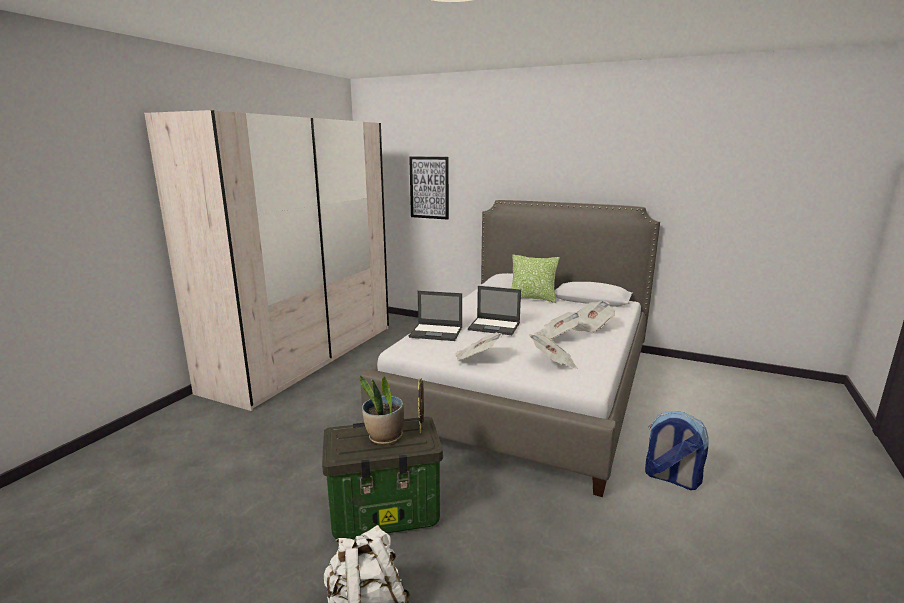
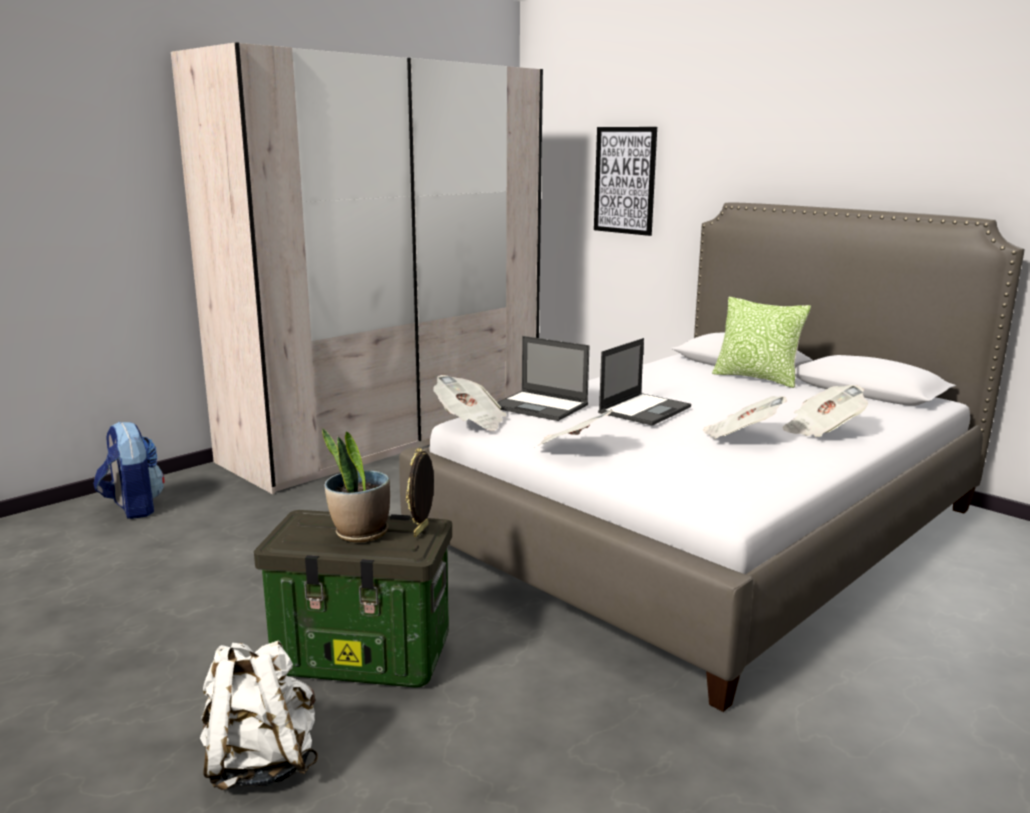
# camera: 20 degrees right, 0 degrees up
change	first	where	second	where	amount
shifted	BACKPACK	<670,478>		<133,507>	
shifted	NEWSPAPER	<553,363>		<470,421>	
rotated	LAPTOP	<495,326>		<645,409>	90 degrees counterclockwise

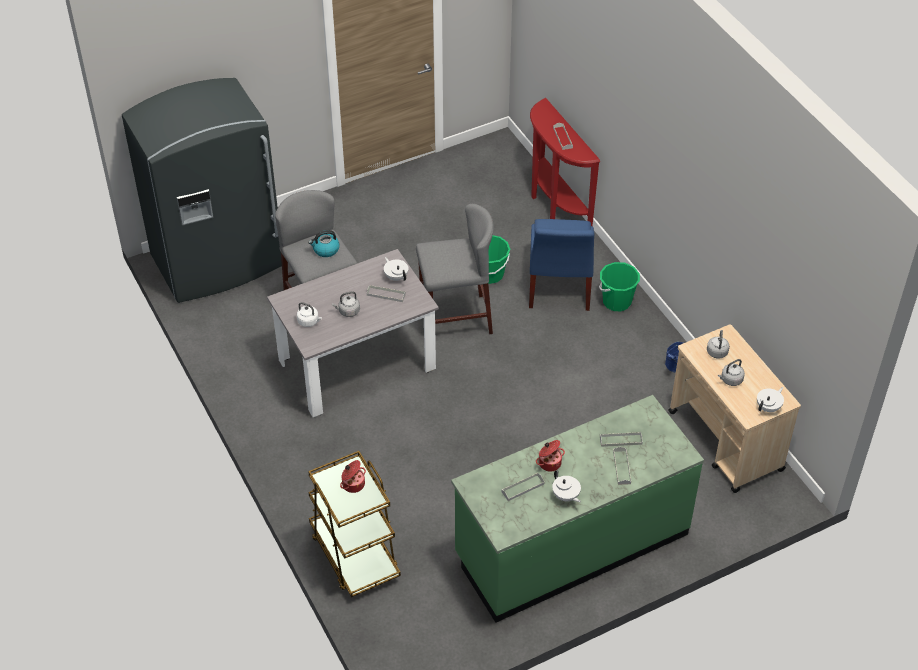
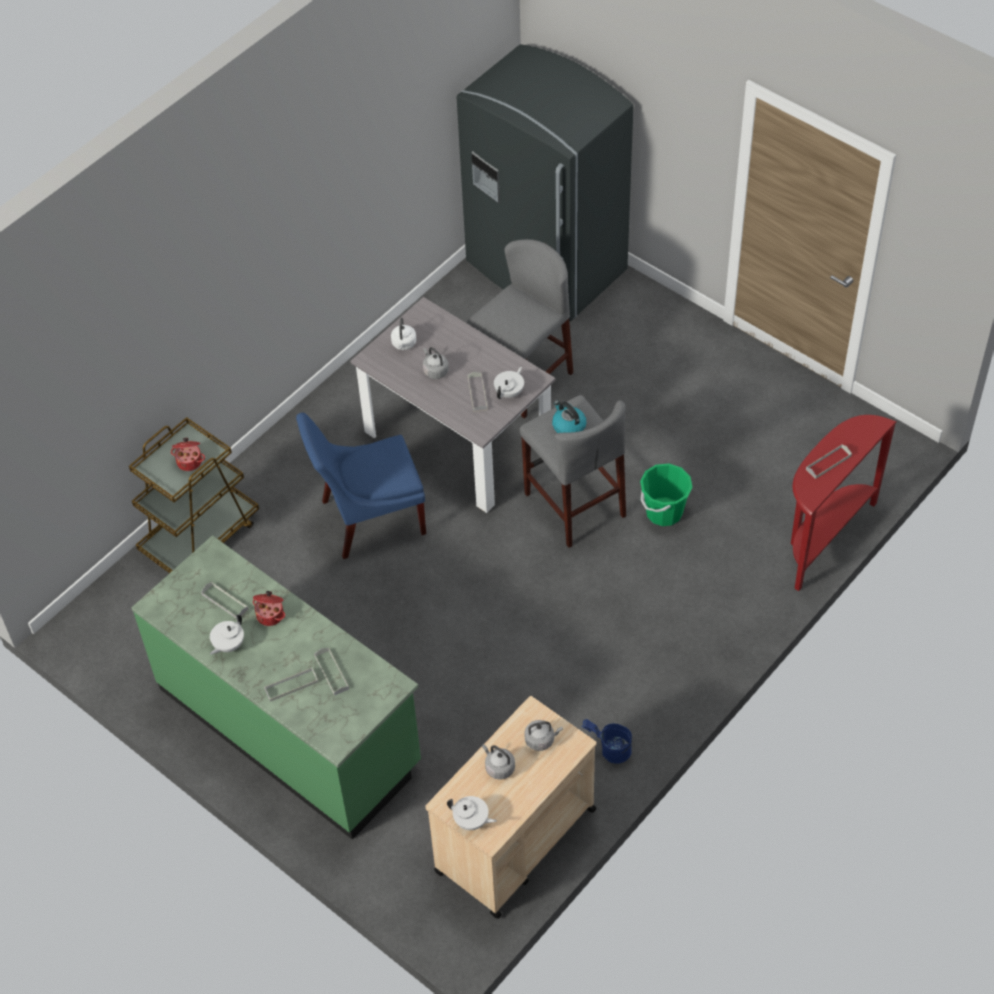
# camera: 70 degrees right, 5 degrees up
change	first	where	second	where	amount
shifted	BLUE CHAIR	<558,288>		<368,518>	
shifted	KETTLE	<325,250>		<568,426>	
gone	GREEN BUCKET	<616,301>			

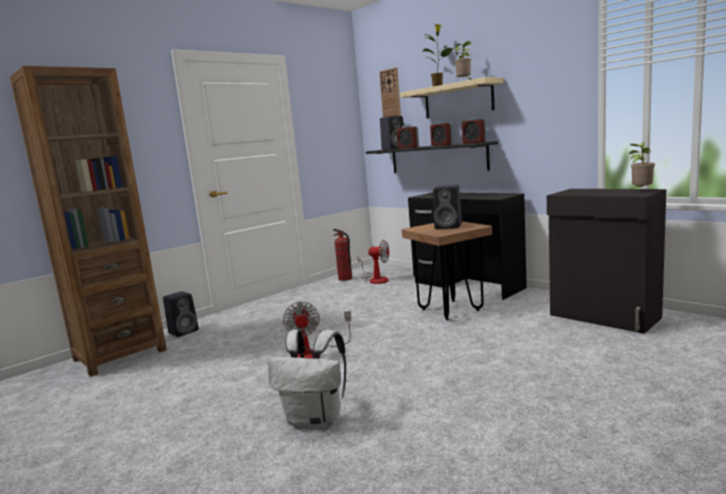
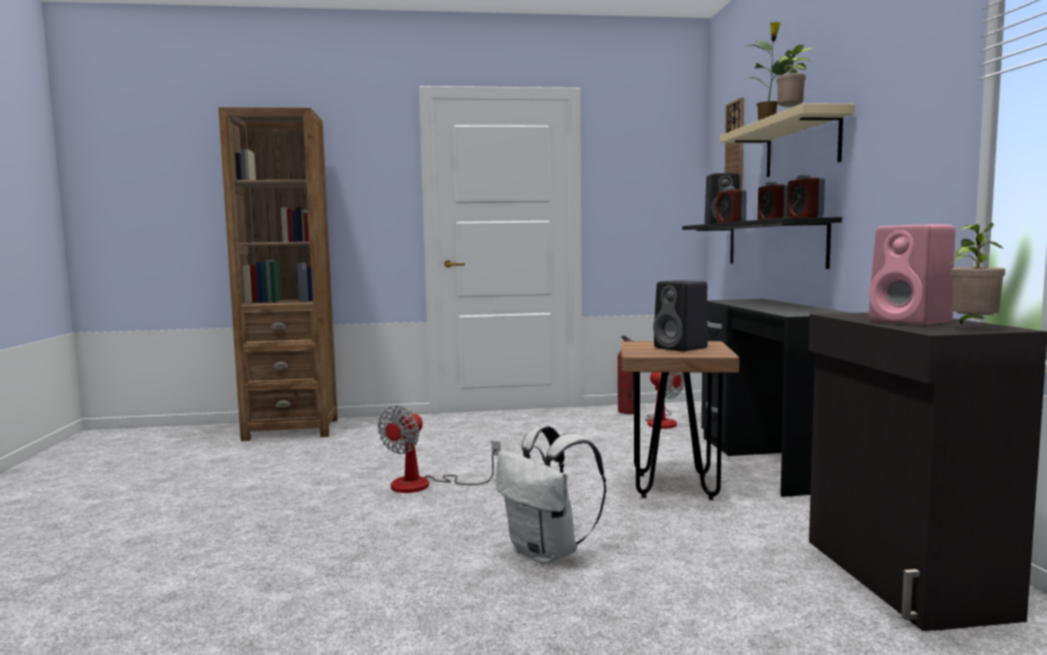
# camera: 35 degrees right, 5 degrees down
change	first	where	second	where	amount
shifted	WHITE BACKPACK	<316,421>		<547,553>	
new			PINK SPEAKER	<912,321>	
gone	BLACK SPEAKER	<184,331>			

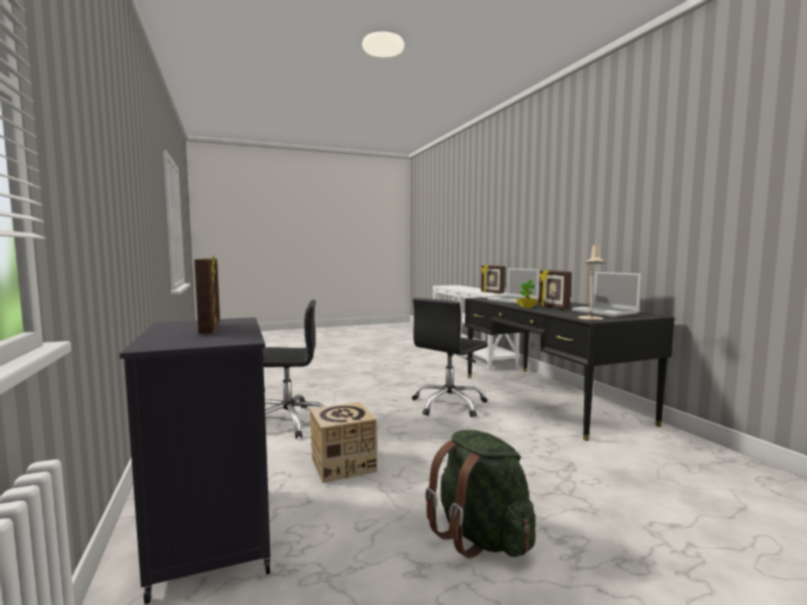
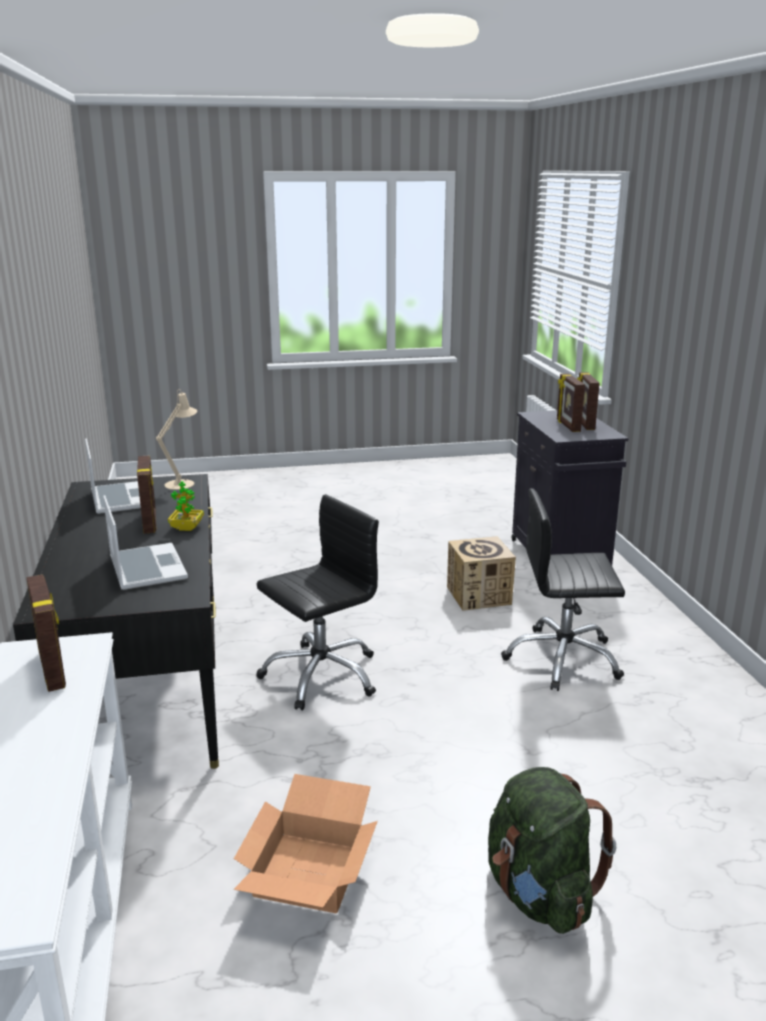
# camera: 170 degrees left, 15 degrees up
change	first	where	second	where	amount
new			CARDBOARD BOX	<307,870>	
shifted	GREEN BACKPACK	<480,537>		<539,894>	
new			PICTURE FRAME	<584,424>	

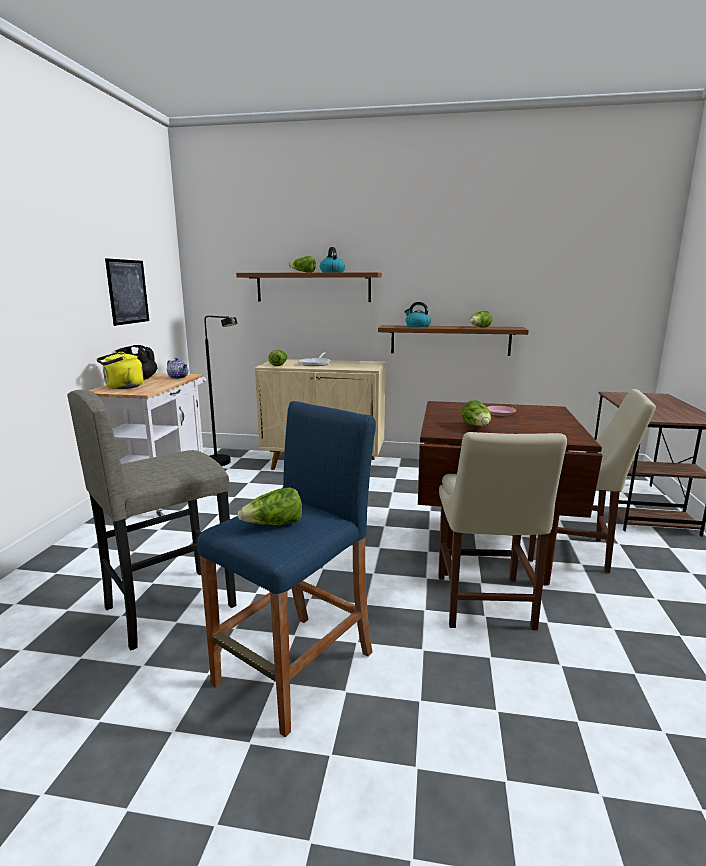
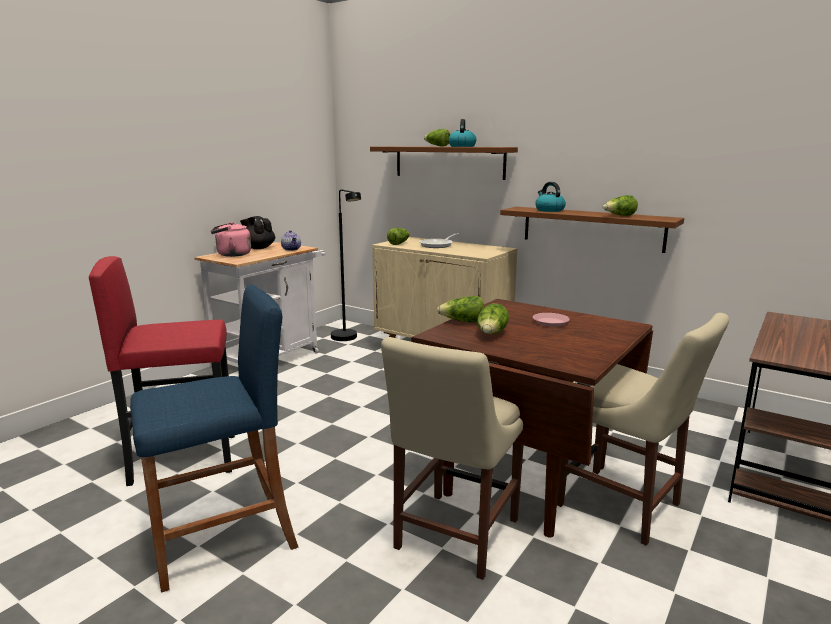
# camera: 25 degrees right, 0 degrees up
change	first	where	second	where	amount
repainted	GREY STOOL	<169,606>	RED STOOL	<184,458>	
repainted	YELLOW KETTLE	<122,387>	PINK KETTLE	<231,255>	
shifted	LETTUCE	<274,525>		<462,322>	
gone	PICTURE	<128,292>			

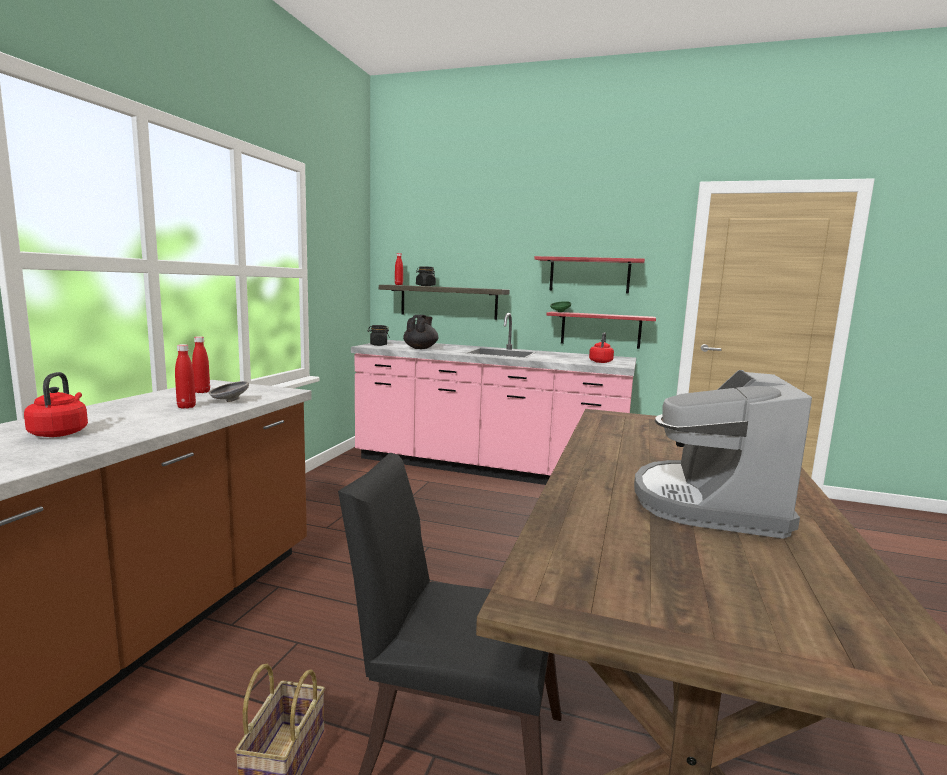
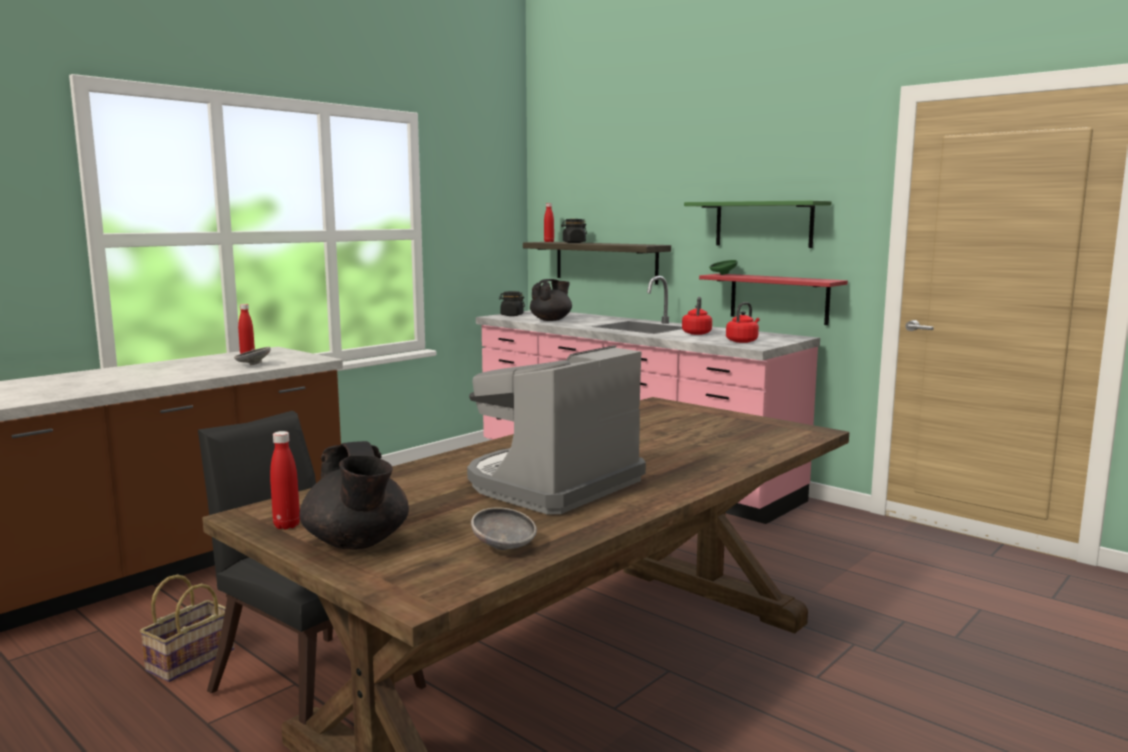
# camera: 25 degrees right, 0 degrees up
change	first	where	second	where	amount
shifted	RED BOTTLE	<186,407>		<287,525>	
new			BLACK TEAPOT	<357,543>	
new			GREY BOWL	<504,548>	
shifted	RED KETTLE	<60,433>		<697,333>	
repainted	RED SHELF	<589,275>	GREEN SHELF	<763,224>	

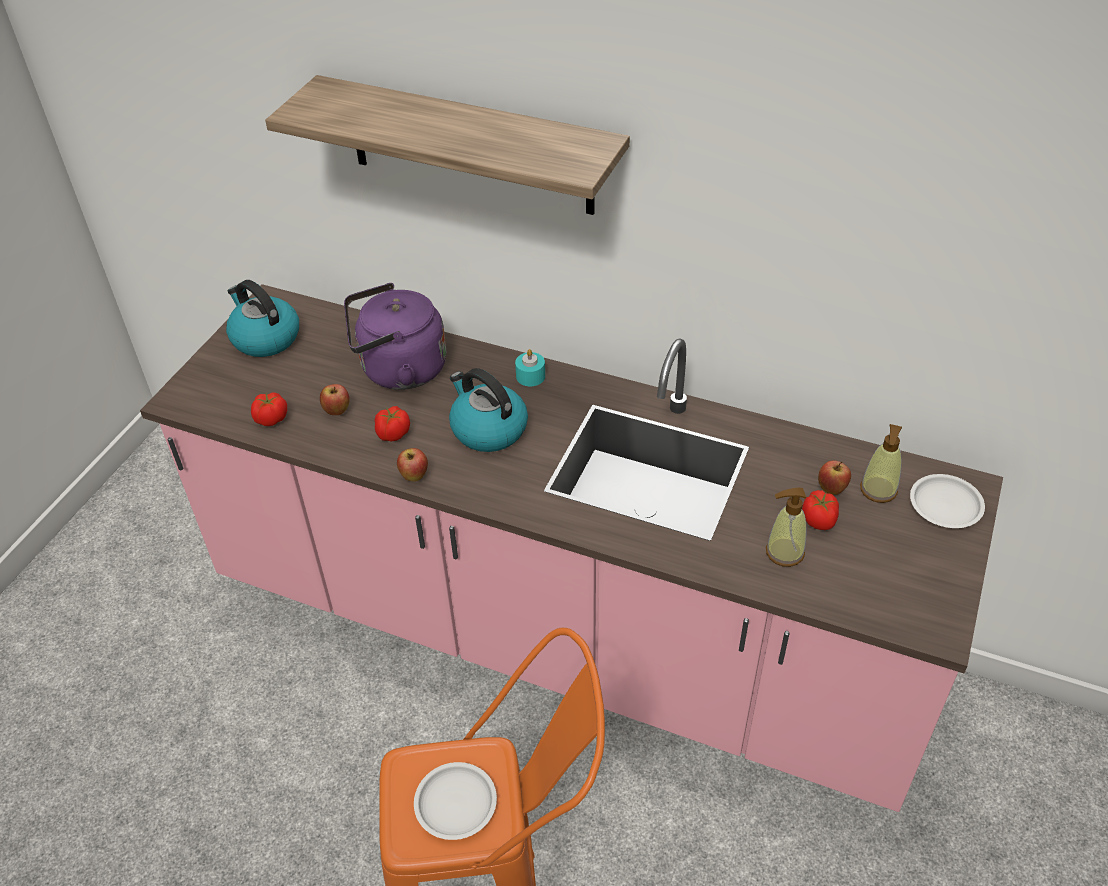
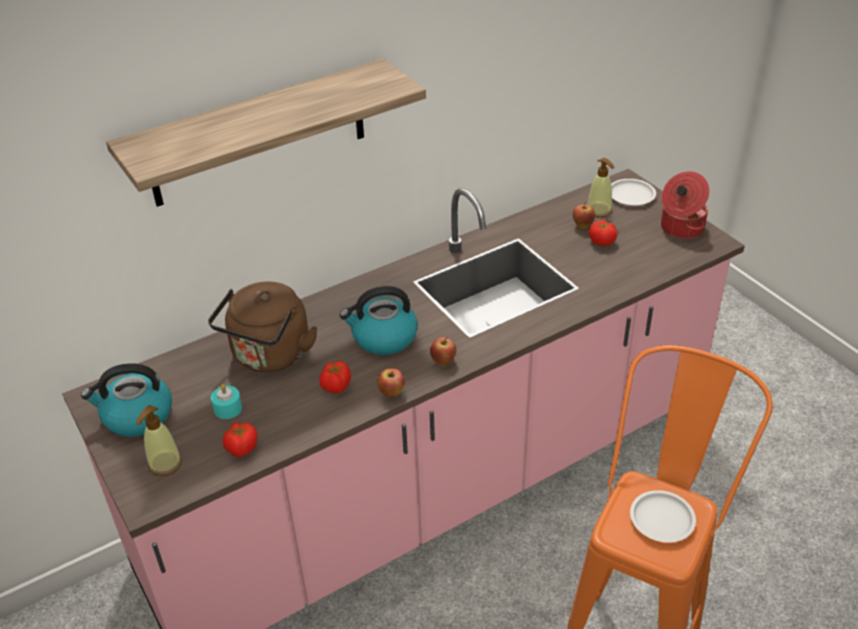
# camera: 55 degrees left, 5 degrees down
change	first	where	second	where	amount
shifted	SOAP DISPENSER	<784,552>		<165,464>	
repainted	PURPLE KETTLE	<398,370>	BROWN KETTLE	<269,356>	
shifted	TURQUOISE CANDLE	<530,376>		<228,408>	
shifted	APPLE	<337,411>		<443,362>	
new			COOKING POT	<680,228>	

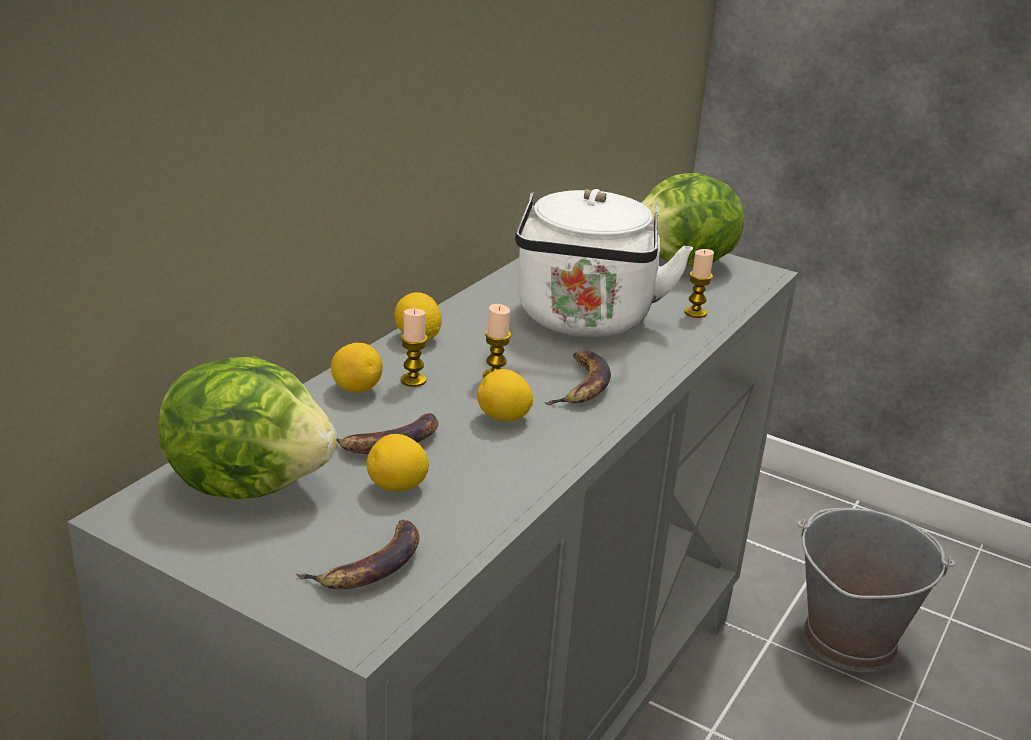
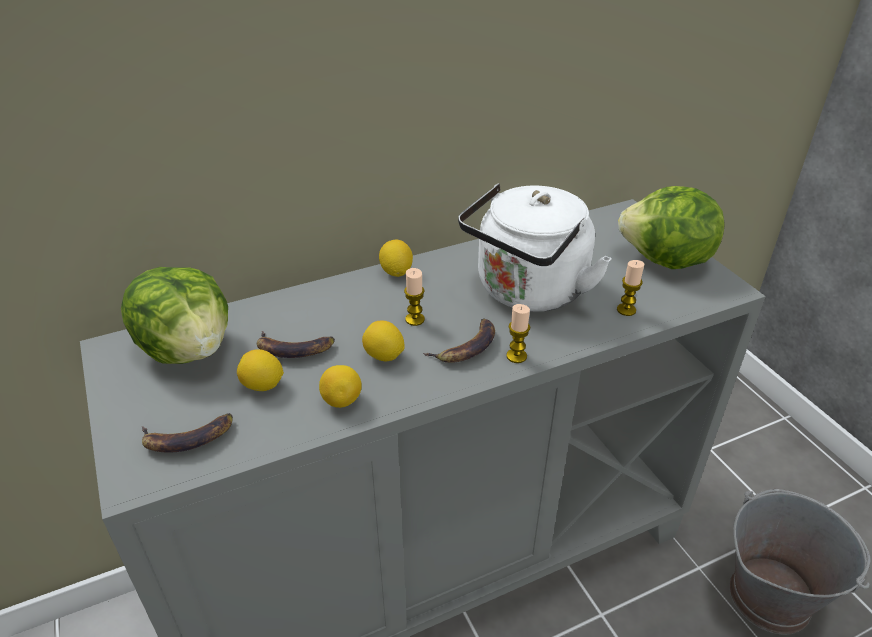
# camera: 35 degrees right, 10 degrees up
change	first	where	second	where	amount
shifted	LEMON	<356,389>		<342,400>	
shifted	CANDLE	<413,380>		<516,356>	

